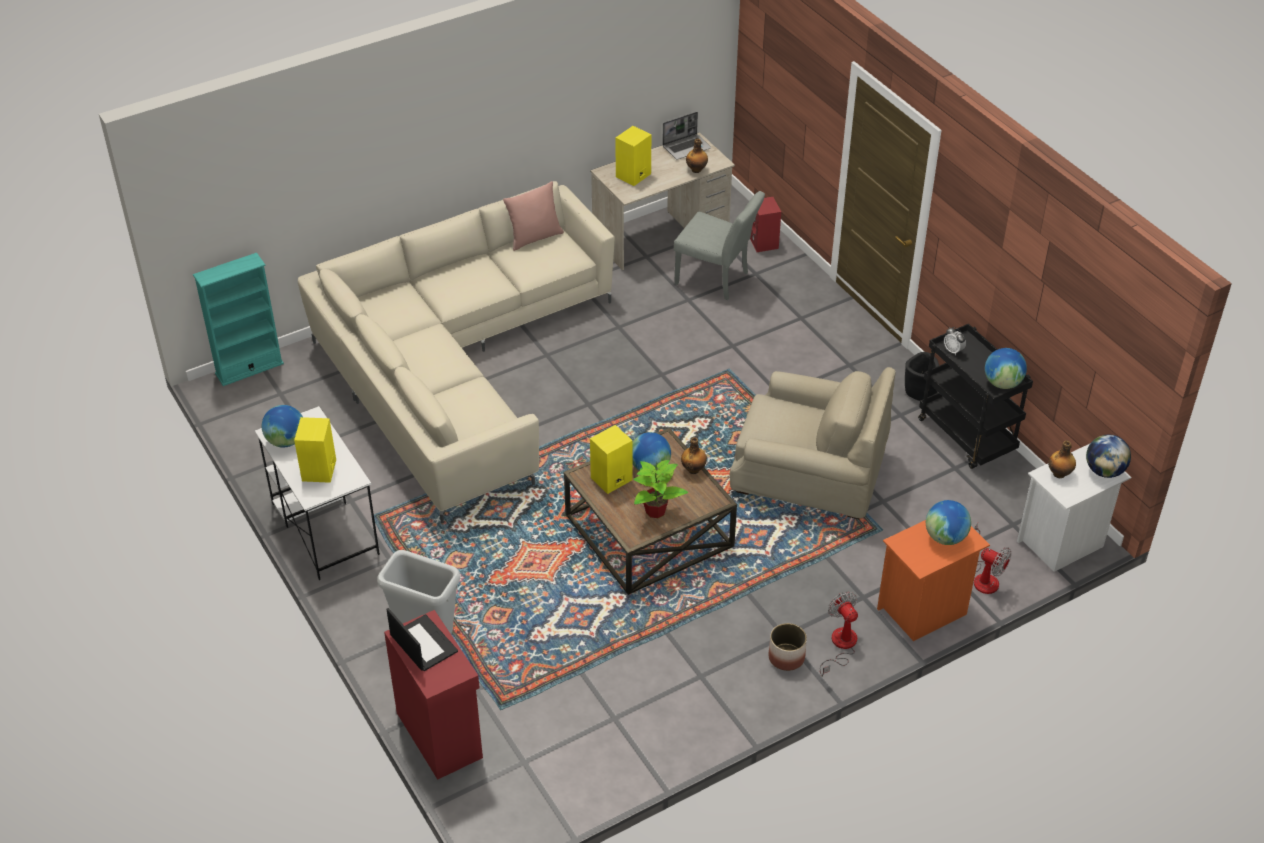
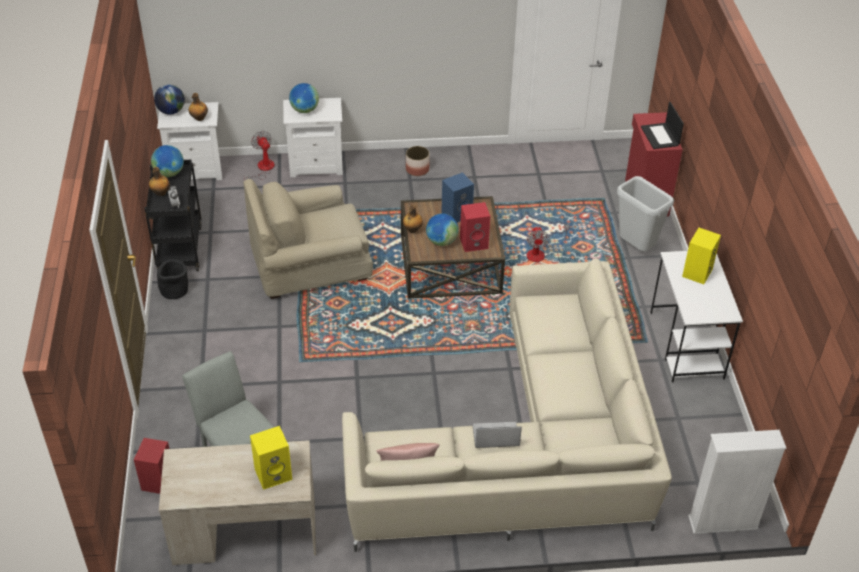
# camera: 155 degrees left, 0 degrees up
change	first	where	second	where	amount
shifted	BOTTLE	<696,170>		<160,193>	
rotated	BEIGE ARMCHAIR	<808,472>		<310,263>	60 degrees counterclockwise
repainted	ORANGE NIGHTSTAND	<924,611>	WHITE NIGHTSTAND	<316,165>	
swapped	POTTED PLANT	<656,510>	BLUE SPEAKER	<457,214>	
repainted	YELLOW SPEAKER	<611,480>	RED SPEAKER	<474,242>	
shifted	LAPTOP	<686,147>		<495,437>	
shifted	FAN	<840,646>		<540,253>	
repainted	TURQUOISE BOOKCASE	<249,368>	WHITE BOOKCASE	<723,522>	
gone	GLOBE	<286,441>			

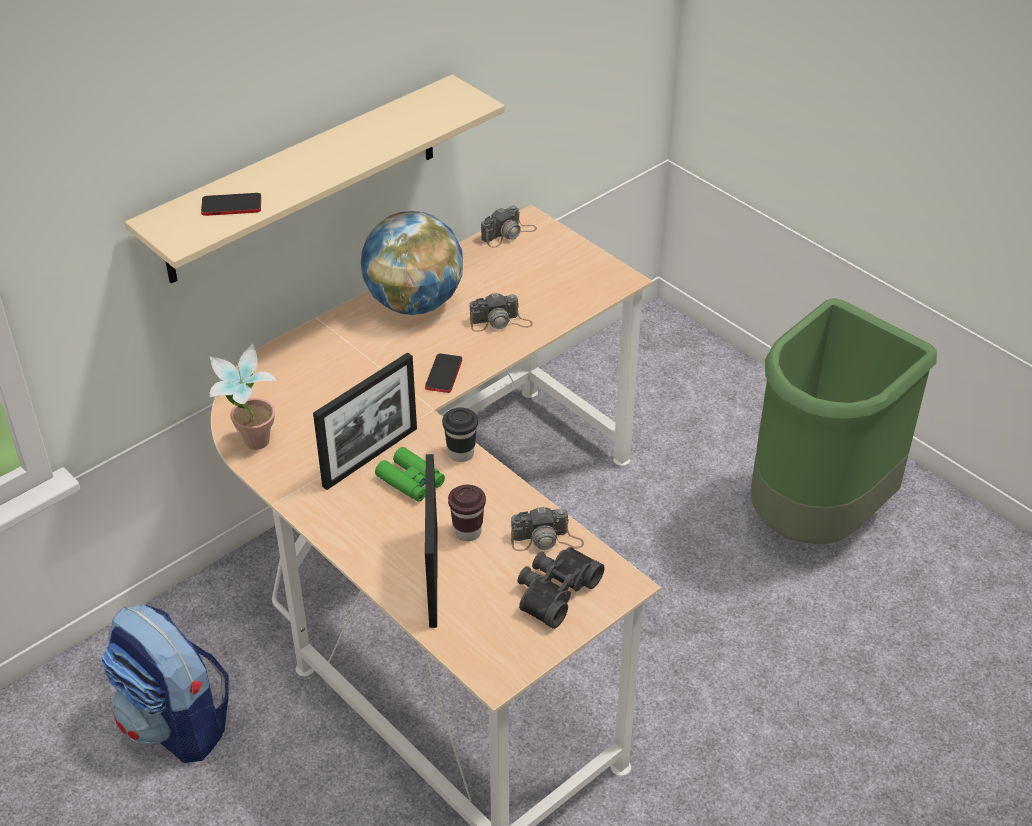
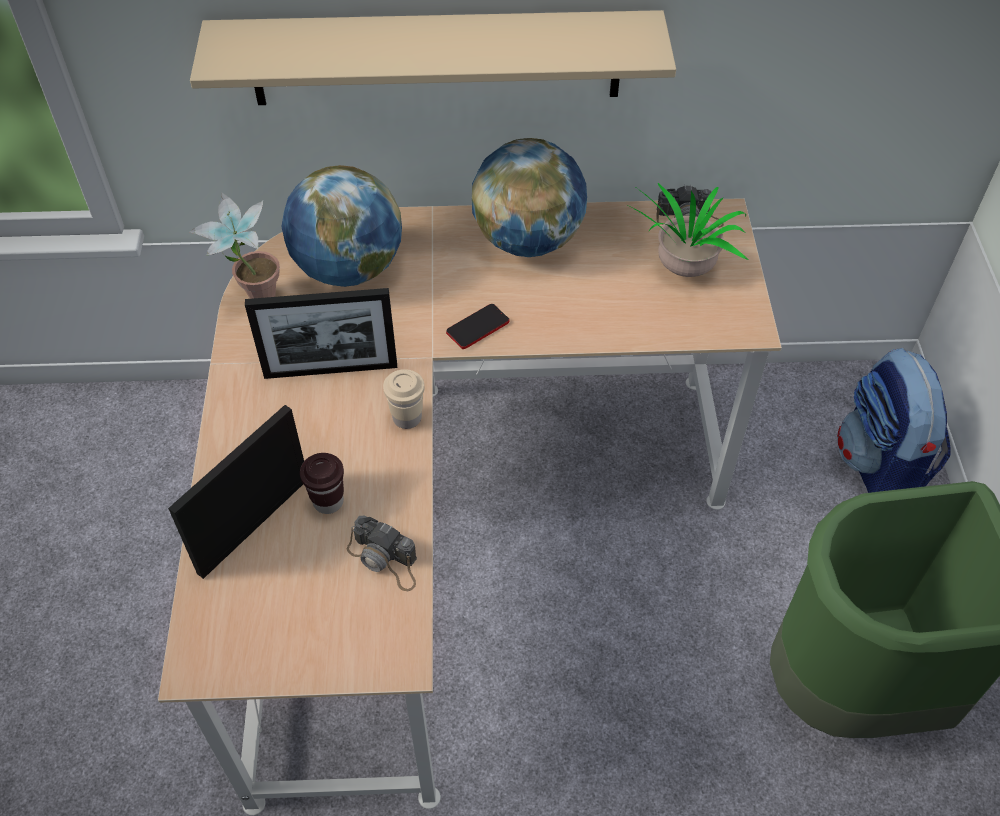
# camera: 40 degrees right, 10 degrees up
change	first	where	second	where	amount
new			GLOBE	<348,269>	
repainted	BLACK CUP	<461,454>	BEIGE CUP	<407,418>	
new			POTTED PLANT	<682,271>	
shifted	BACKPACK	<176,723>		<879,464>	
gone	PHONE	<231,205>			
gone	GREEN BINOCULARS	<411,481>			
gone	PHOTO CAMERA	<500,322>			
gone	BLACK BINOCULARS	<554,591>			

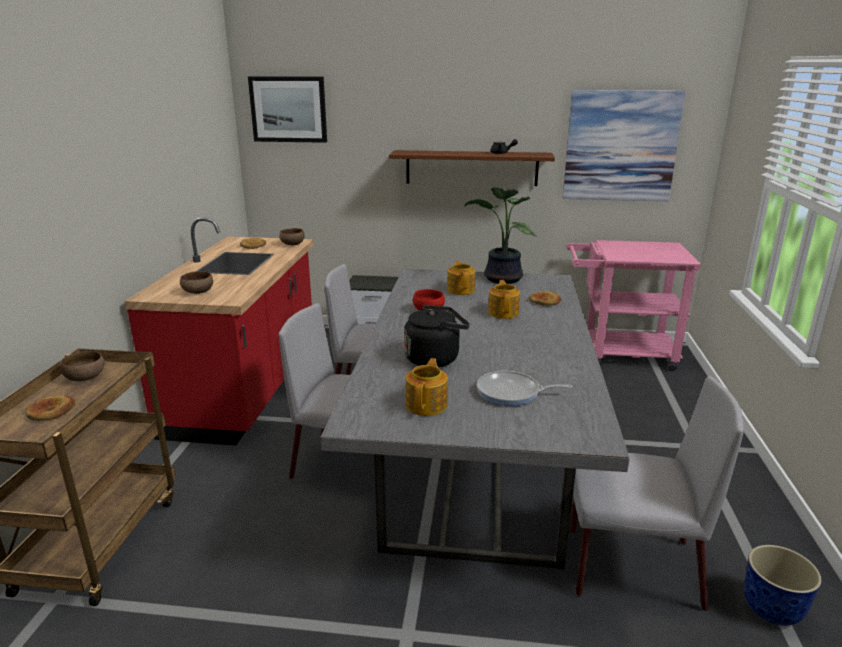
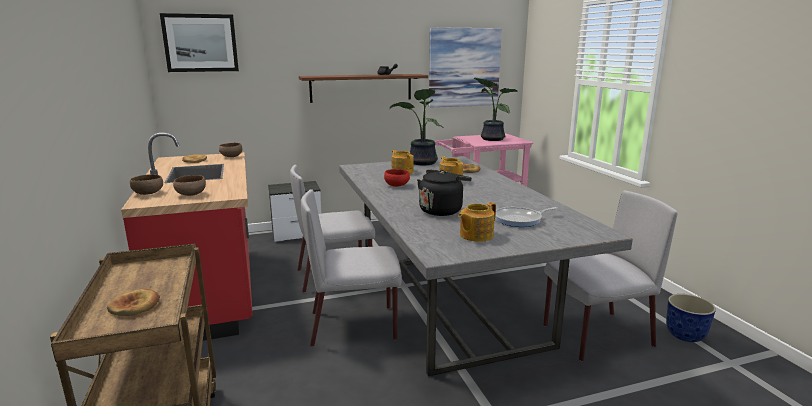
# camera: 25 degrees left, 5 degrees down
change	first	where	second	where	amount
shifted	BROWN BOWL	<86,377>		<148,193>	
rotated	TEAPOT	<427,404>		<475,235>	120 degrees counterclockwise
new			POTTED PLANT	<491,139>	

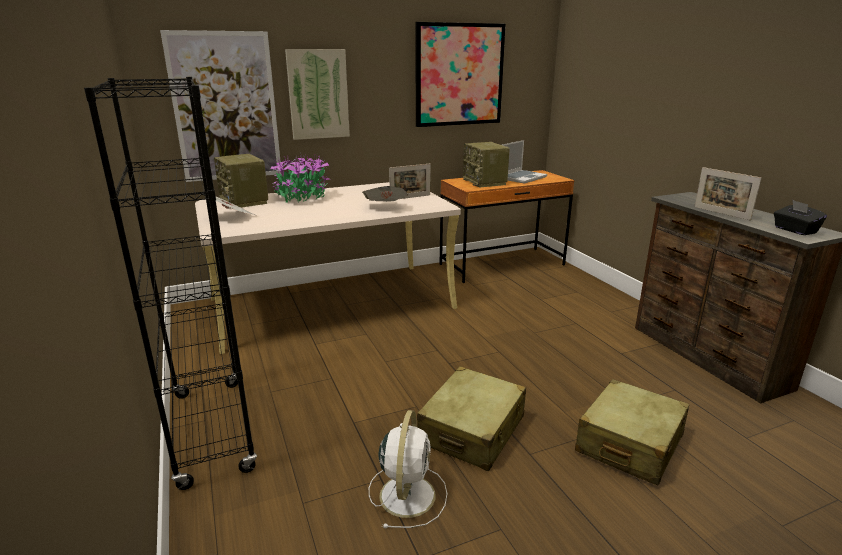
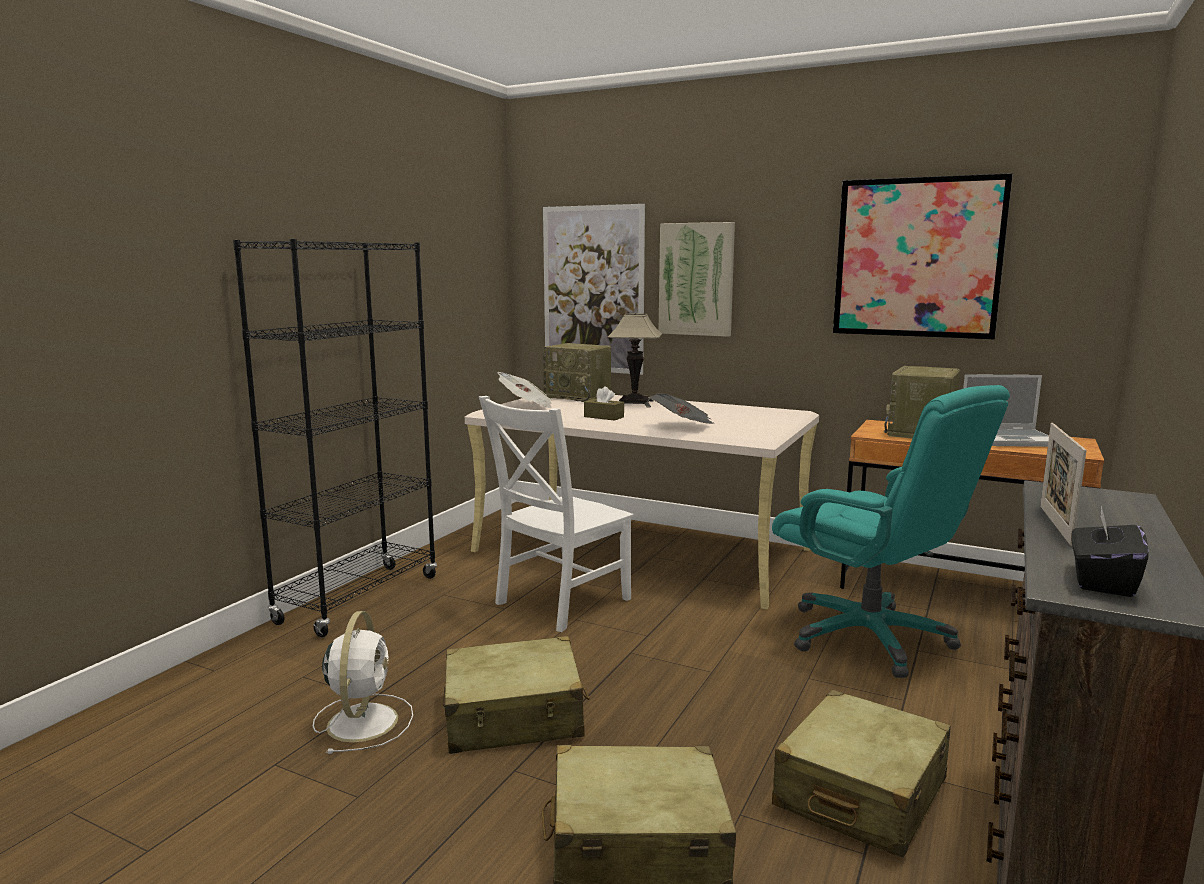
# camera: 50 degrees right, 10 degrees down
change	first	where	second	where	amount
rotated	WHITE FAN	<407,493>		<363,720>	60 degrees counterclockwise
new			WHITE CHAIR	<559,603>	
rotated	RADIO	<244,201>		<579,397>	75 degrees counterclockwise
new			BROWN TISSUE BOX	<604,417>	
swapped	POTTED PLANT	<301,198>	TABLE LAMP	<634,403>	
new			TURQUOISE OFFICE CHAIR	<870,637>	
new			BEIGE SUITCASE	<860,793>	
gone	PICTURE FRAME	<410,197>			

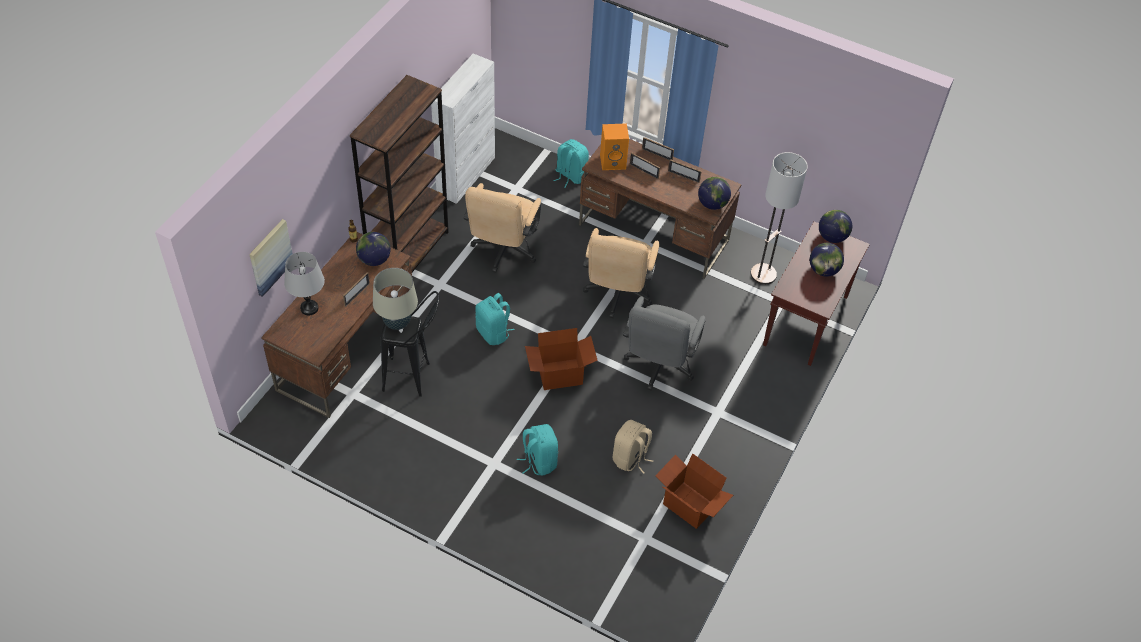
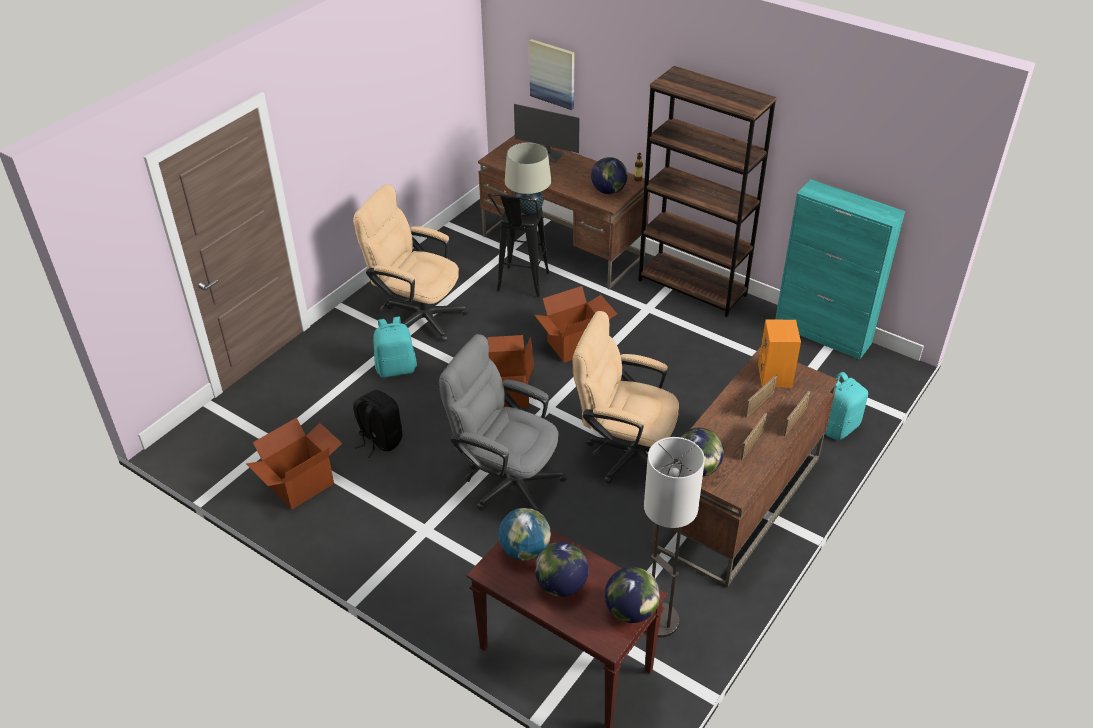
# camera: 100 degrees right, 10 degrees down
change	first	where	second	where	amount
shifted	BEIGE OFFICE CHAIR	<503,251>		<417,315>	
repainted	BEIGE BACKPACK	<630,458>	BLACK BACKPACK	<379,440>	
new			GLOBE	<525,550>	
swapped	GREY TABLE LAMP	<309,308>	MONITOR	<548,155>	
swapped	TURQUOISE BACKPACK	<493,333>	CARDBOARD BOX	<574,344>	
repainted	WHITE CABINET	<466,175>	TURQUOISE CABINET	<822,334>	
gone	PICTURE FRAME	<357,295>			

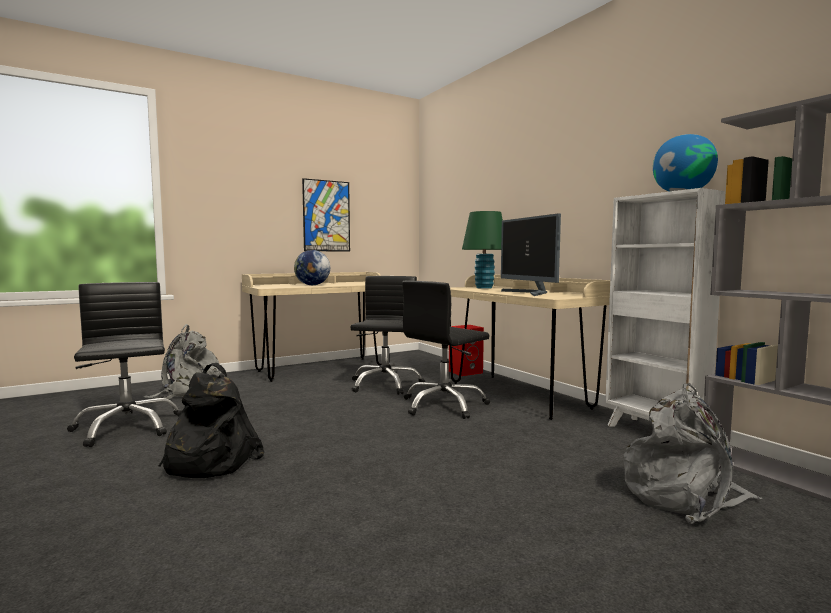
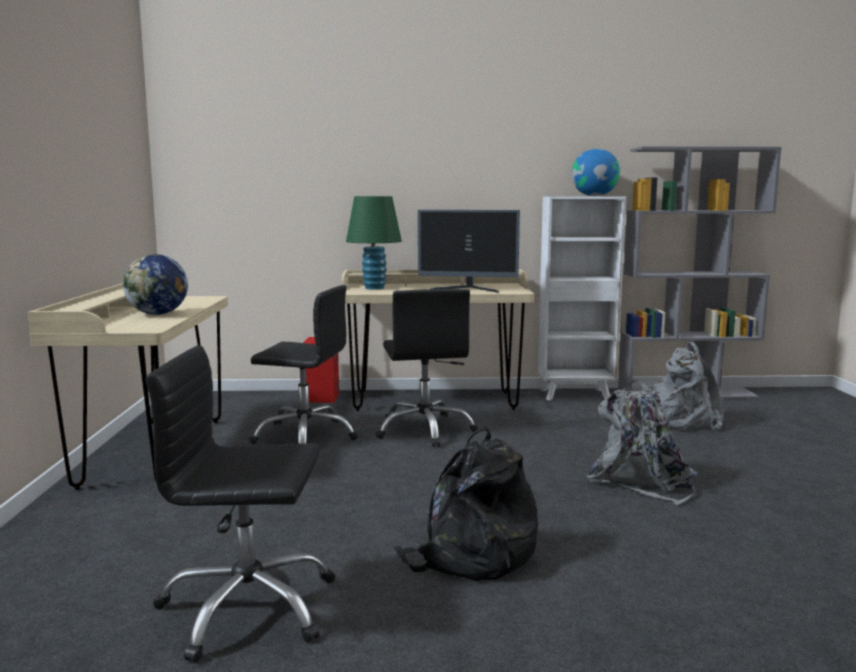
# camera: 60 degrees left, 5 degrees up
change	first	where	second	where	amount
rotated	BLACK OFFICE CHAIR	<385,384>		<305,436>	150 degrees clockwise
shifted	GREY BACKPACK	<187,390>		<641,482>	
gone	PICTURE	<326,216>			

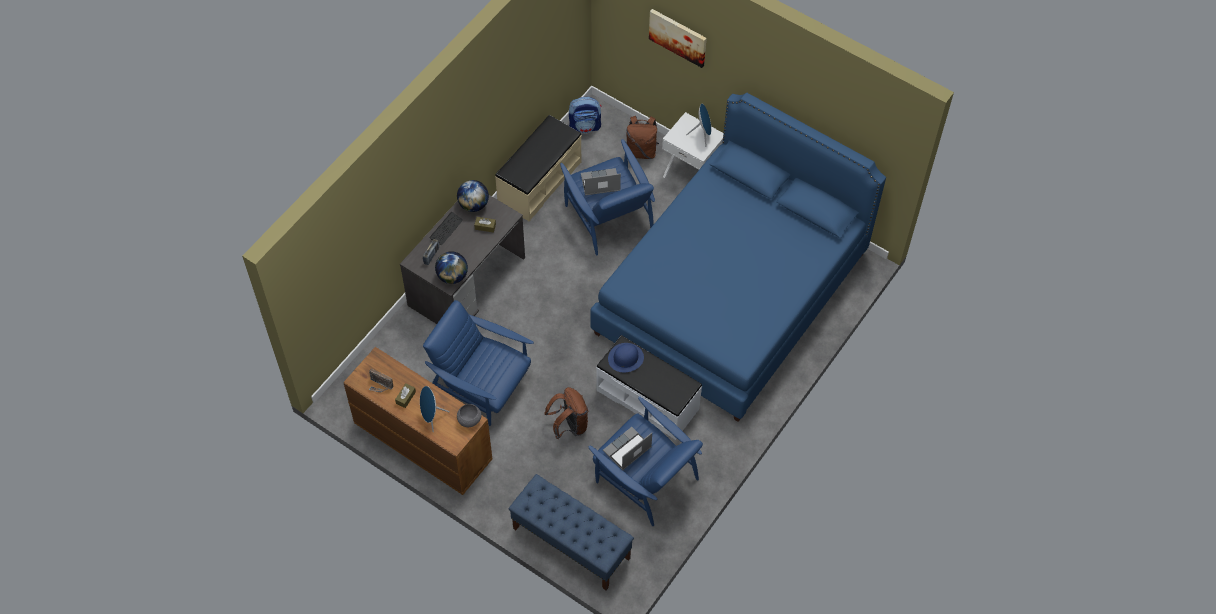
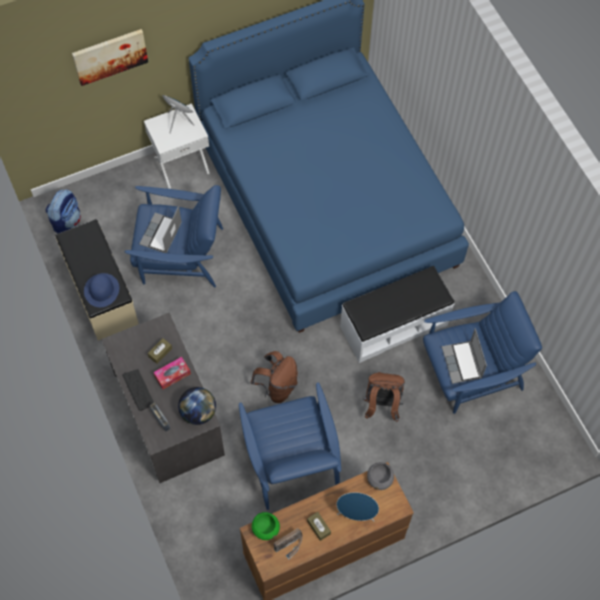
# camera: 60 degrees left, 5 degrees up
change	first	where	second	where	amount
shifted	BLUE HAT	<625,358>		<101,290>	
new			TISSUE BOX	<172,375>	
rotated	BLUE ARMCHAIR	<481,384>		<291,459>	75 degrees counterclockwise
shifted	BROWN BACKPACK	<641,151>		<277,387>	
new			GREEN BOWL	<266,528>	
gone	GLOBE	<473,205>			
gone	BLUE BENCH	<571,543>			

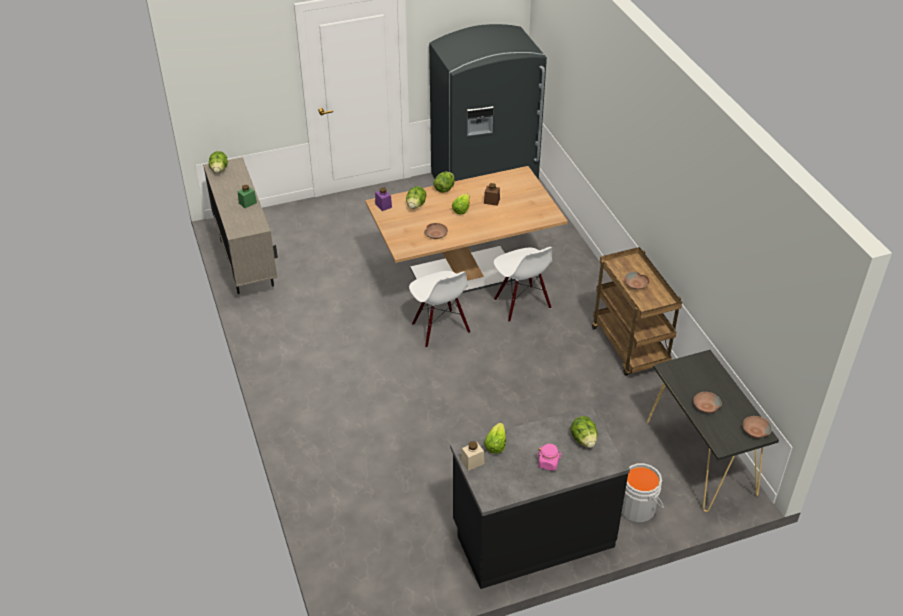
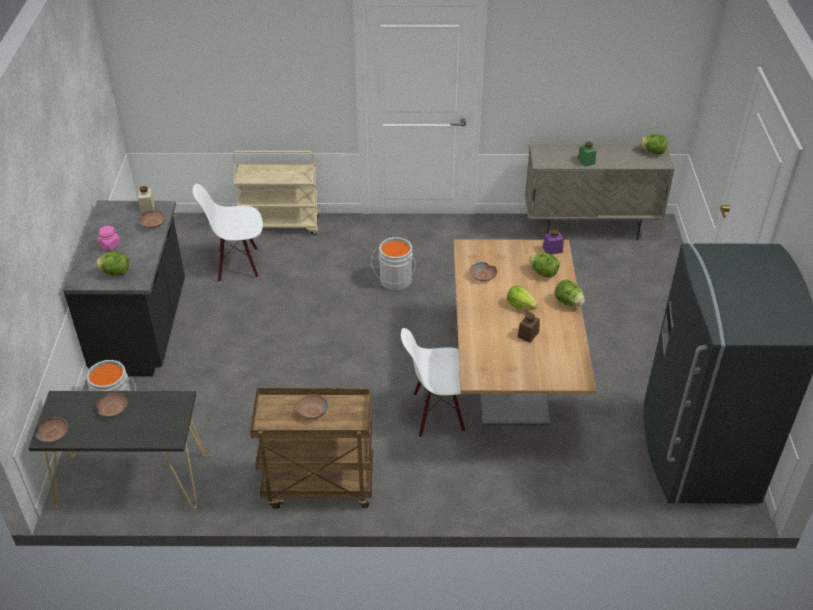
# camera: 110 degrees right, 0 degrees up
change	first	where	second	where	amount
swapped	LETTUCE	<495,445>	BROWN BOWL	<153,223>	
shifted	WHITE CHAIR	<440,328>		<238,264>	
new			BEIGE CART	<280,224>	
new			GREY BUCKET	<395,281>	

